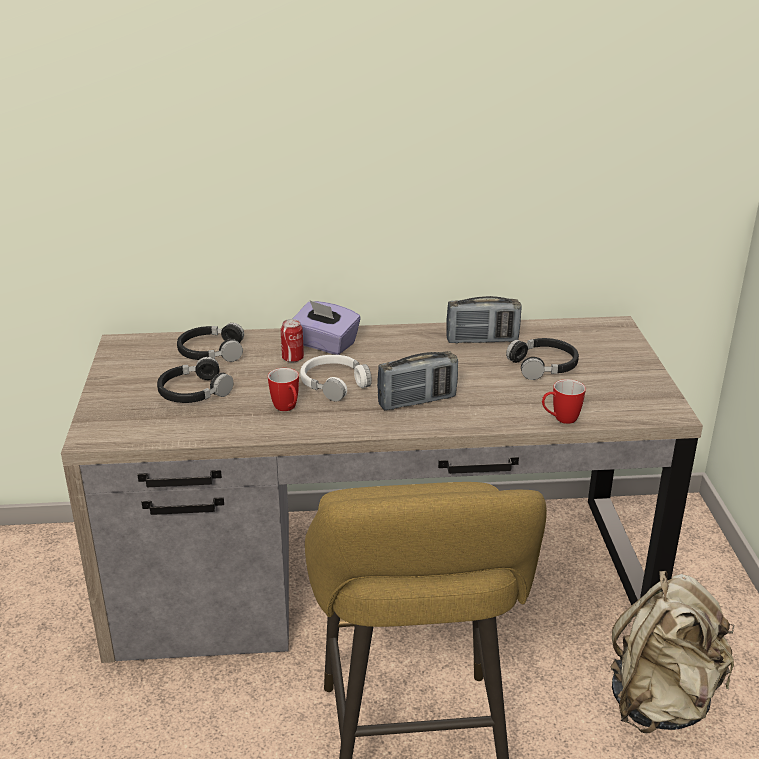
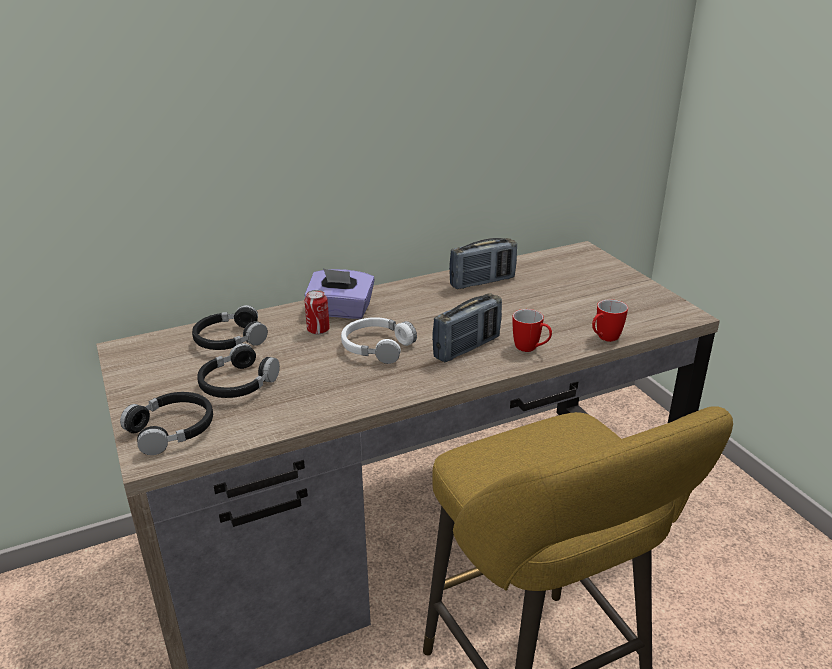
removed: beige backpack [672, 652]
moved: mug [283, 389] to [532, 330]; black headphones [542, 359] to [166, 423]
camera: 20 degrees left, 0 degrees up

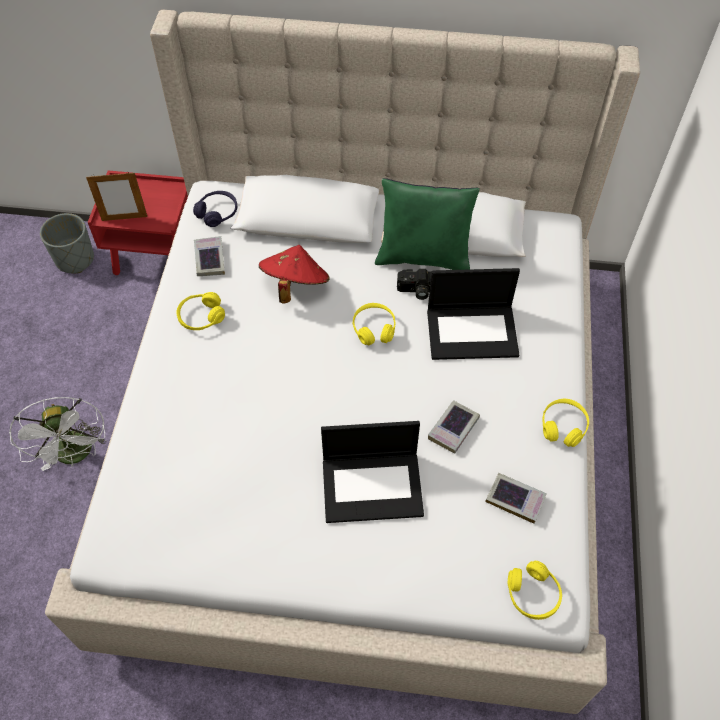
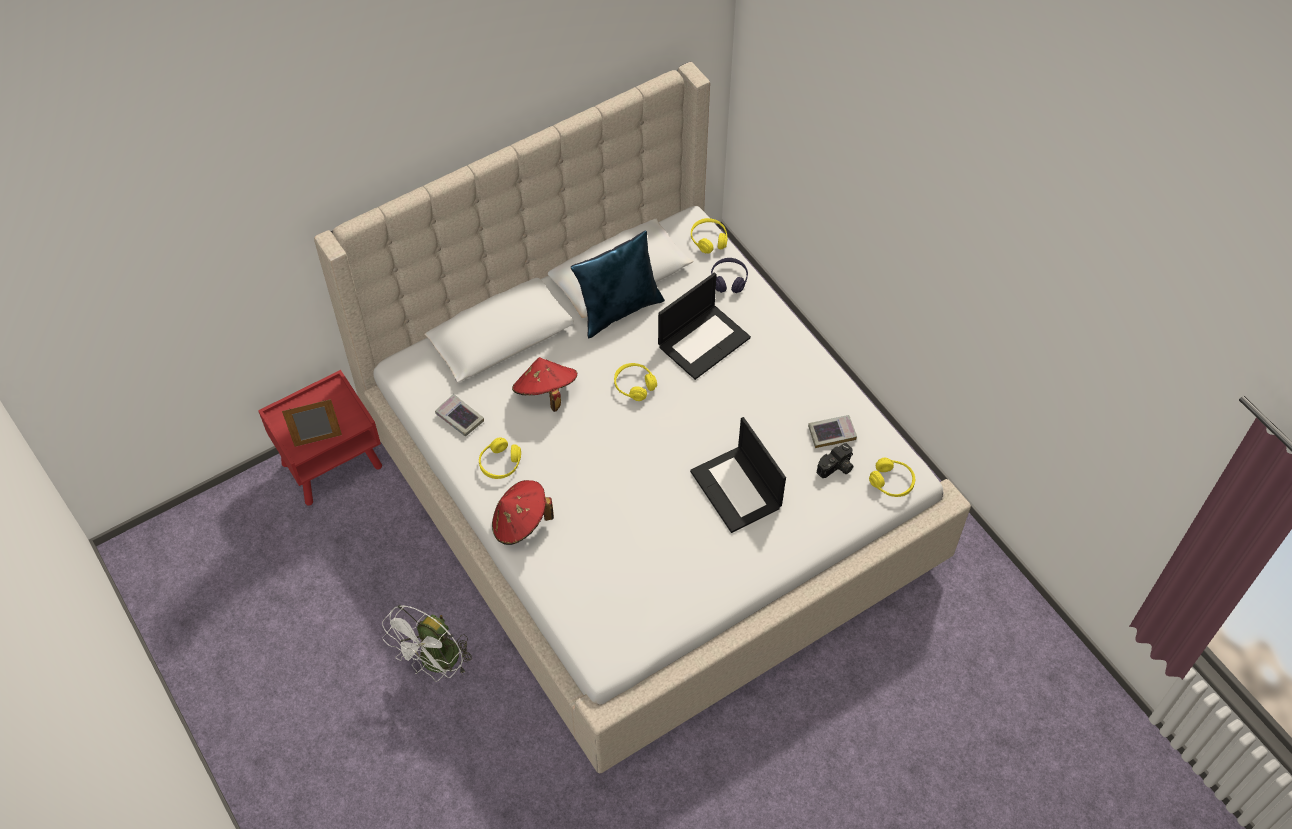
removed: grey planter [67, 243]; book [454, 426]
added: red hat [523, 512]
moved: purple headphones [215, 209] to [729, 275]; photo camera [414, 284] to [835, 460]; yellow headphones [565, 423] to [709, 236]
recoloured: green pillow [427, 224] to blue pillow [618, 284]
turned: white fan [57, 434] = [427, 643] 90 degrees clockwise; picture frame [117, 196] = [312, 423] 150 degrees counterclockwise; laptop [372, 472] = [738, 475] 105 degrees clockwise
camera: 40 degrees left, 0 degrees up

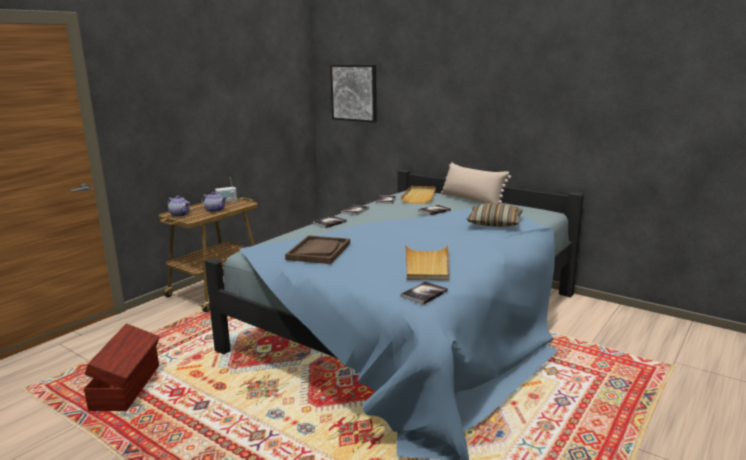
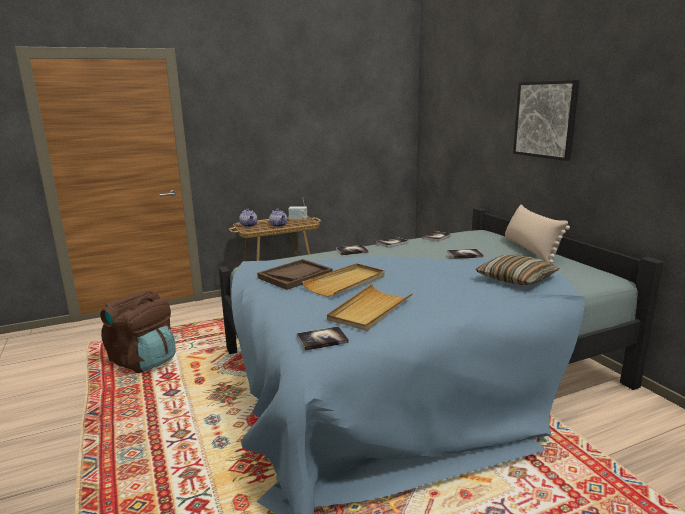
moved: picture [353, 94] to [546, 120]; beige tray [418, 195] to [343, 280]
replaced: brown storage box [122, 367] to brown backpack [138, 332]
camera: 30 degrees right, 0 degrees up

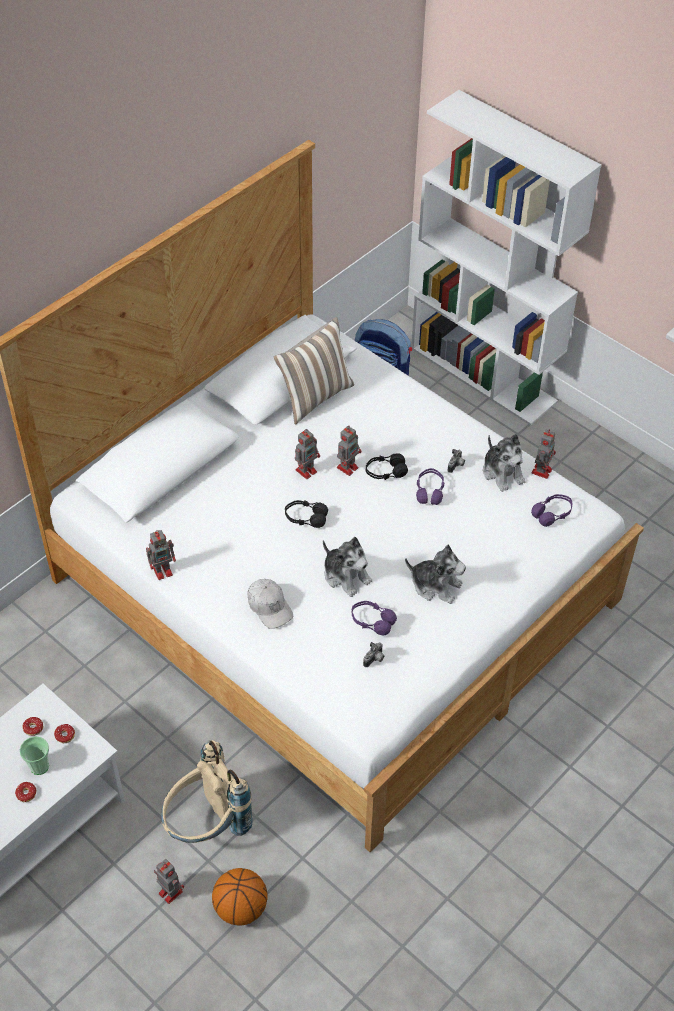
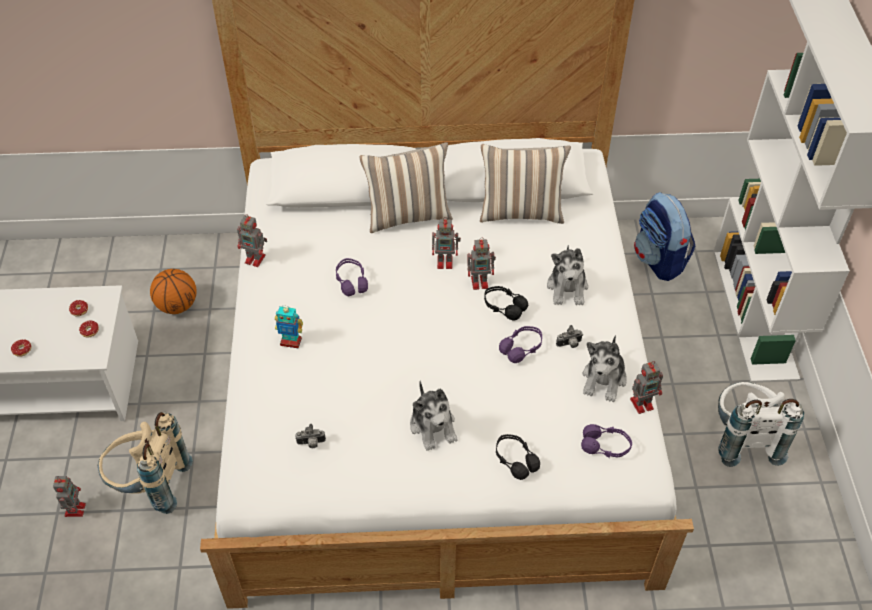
removed: cup [34, 755]
added: pillow [406, 187]; white backpack [761, 424]
moved: basketball [240, 897] to [173, 291]; black headphones [306, 514] to [518, 457]; plush toy [347, 567] to [567, 275]; purple headphones [374, 618] to [352, 277]
replaced: white cap [270, 604] to toy robot [289, 326]
camera: 45 degrees right, 0 degrees up

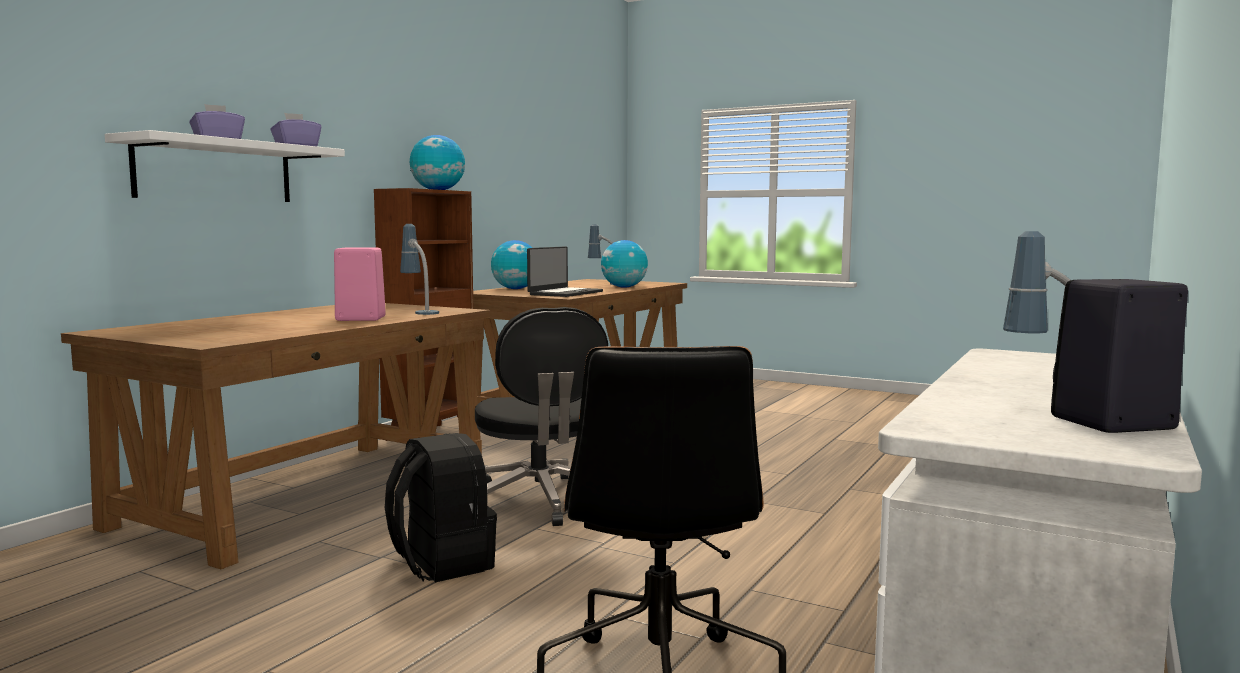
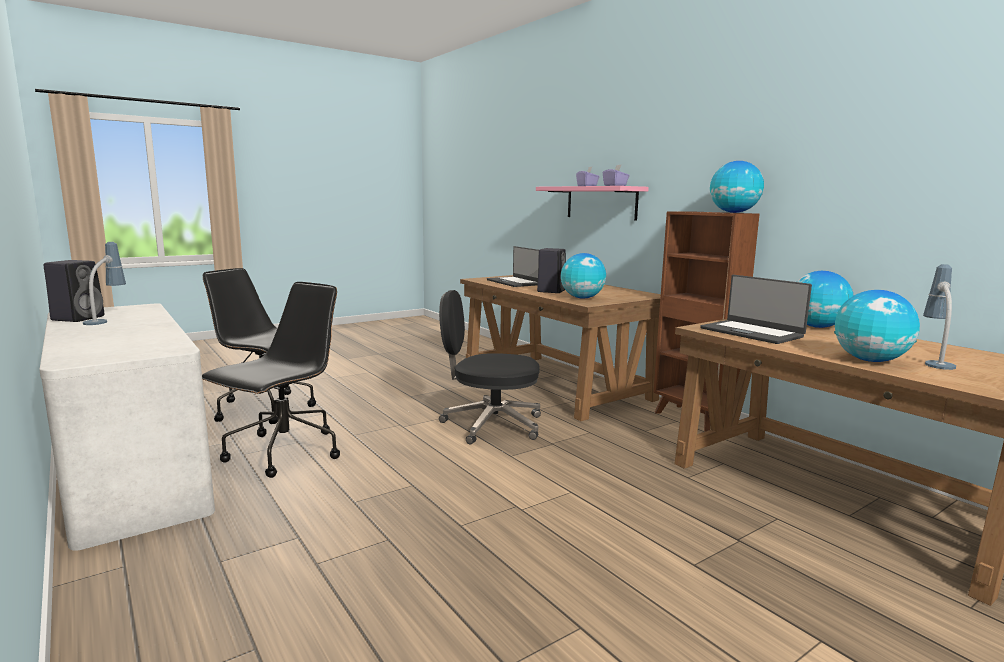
removed: black backpack [441, 507]
added: black office chair [271, 380]; laptop [513, 266]
replaced: table lamp [419, 269] to globe [583, 276]
recoloured: white shelf [225, 166] to pink shelf [592, 203]; pink speaker [360, 284] to black speaker [551, 270]
camera: 115 degrees right, 5 degrees up

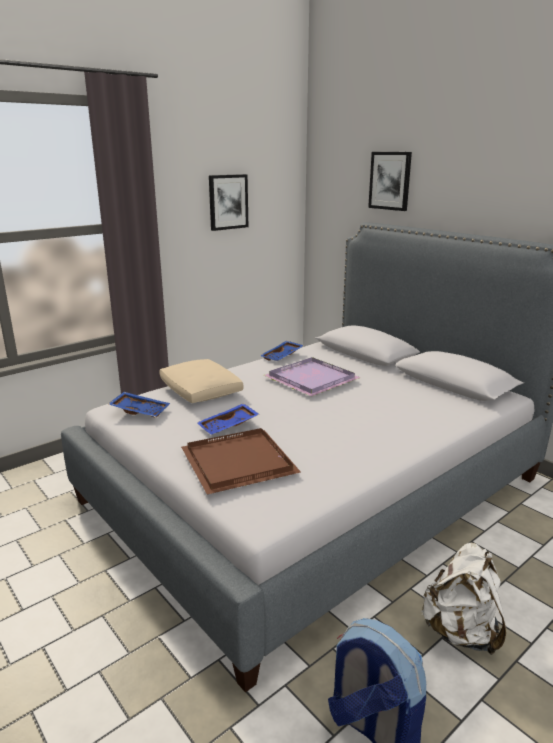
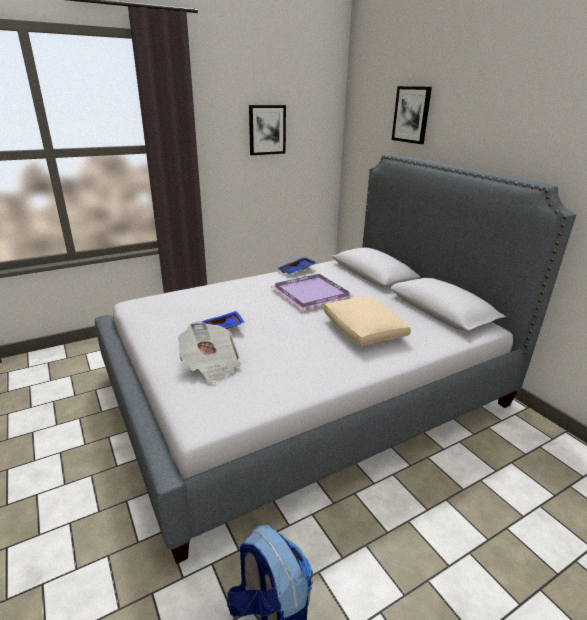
removed: blue tray [139, 404]; white backpack [463, 599]
moved: beige pillow [201, 381] to [367, 321]
replaced: brown tray [241, 461] to newspaper [209, 352]
camera: 10 degrees right, 5 degrees up

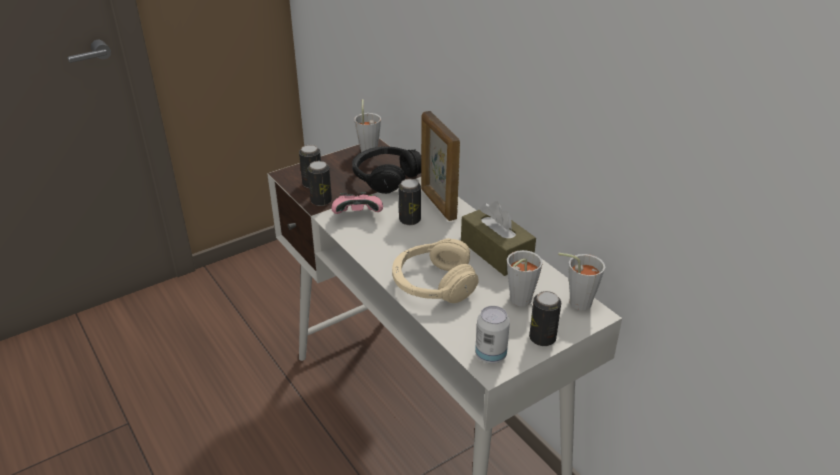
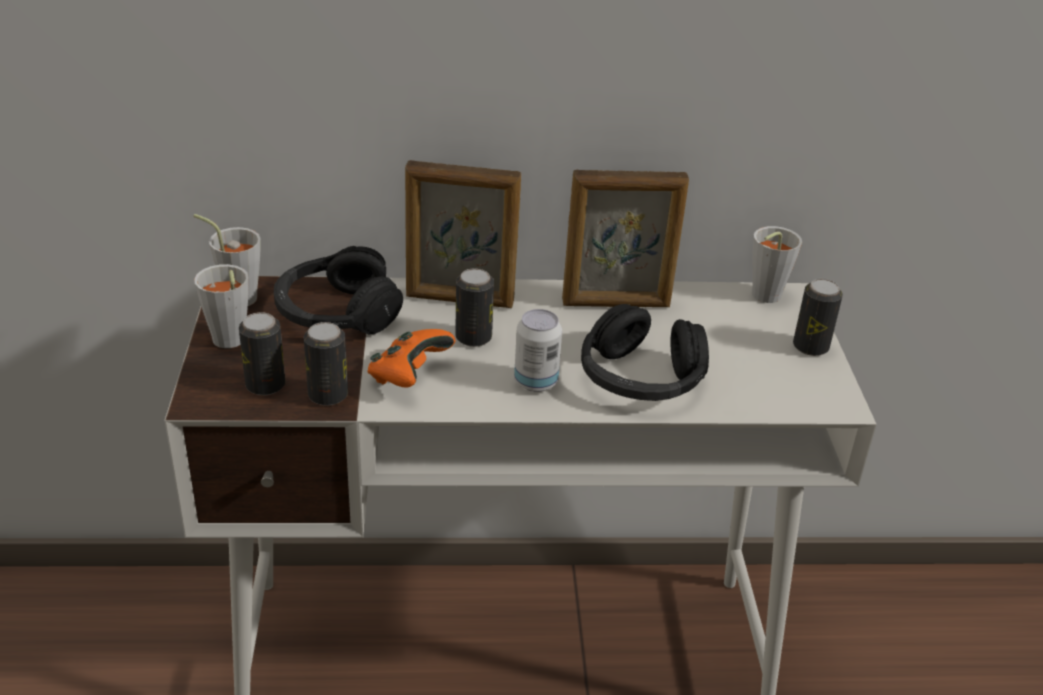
moved: can [492, 335] to [538, 350]; grey cup [525, 278] to [221, 306]
replaced: brown tissue box [498, 238] to picture frame [625, 238]
recoloured: pink game controller [357, 203] to orange game controller [411, 358]; beige headphones [435, 270] to black headphones [645, 352]
camera: 60 degrees left, 0 degrees up

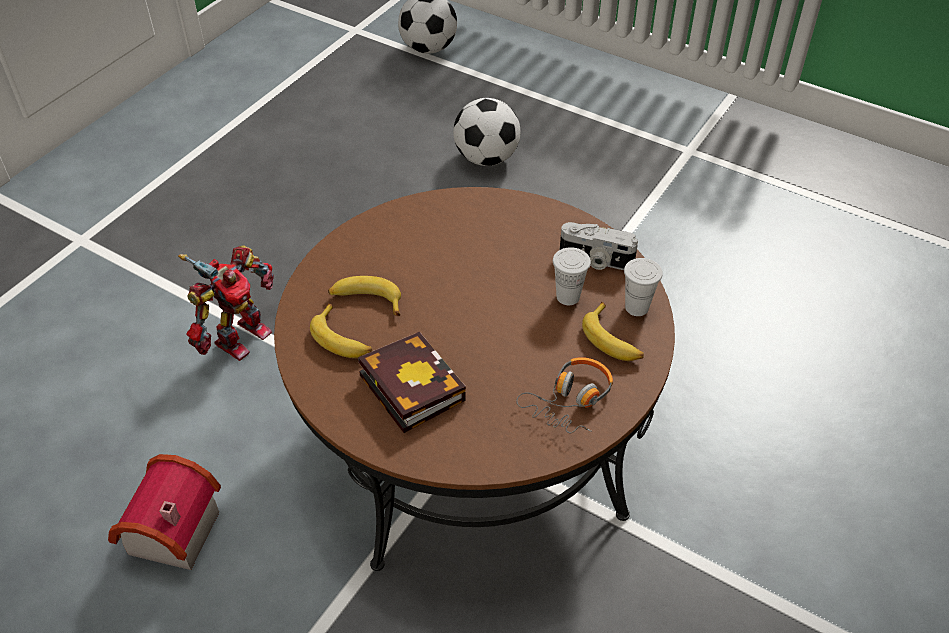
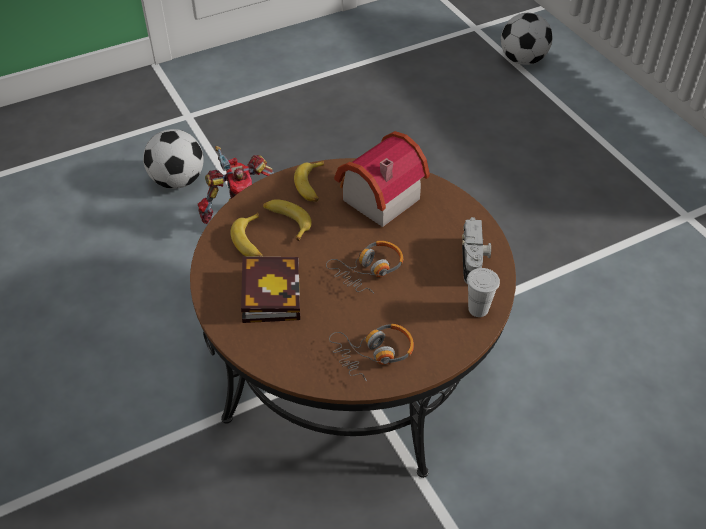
removed: white cup [572, 276]
added: headphones [364, 267]
moved: toy house [164, 512] to [382, 179]; football [486, 132] to [173, 159]; banana [613, 331] to [309, 181]
turned: photo camera [599, 246] = [476, 250] 135 degrees counterclockwise
camera: 30 degrees right, 0 degrees up

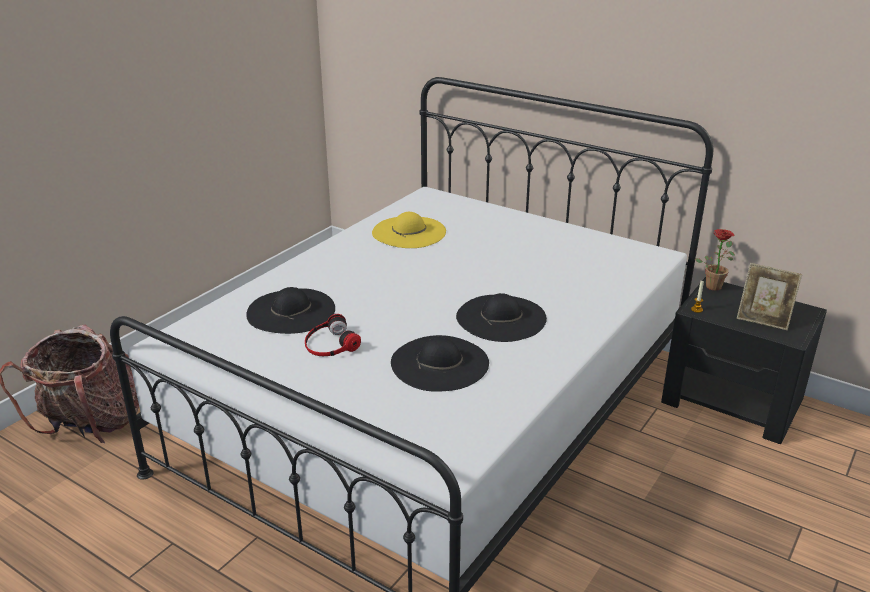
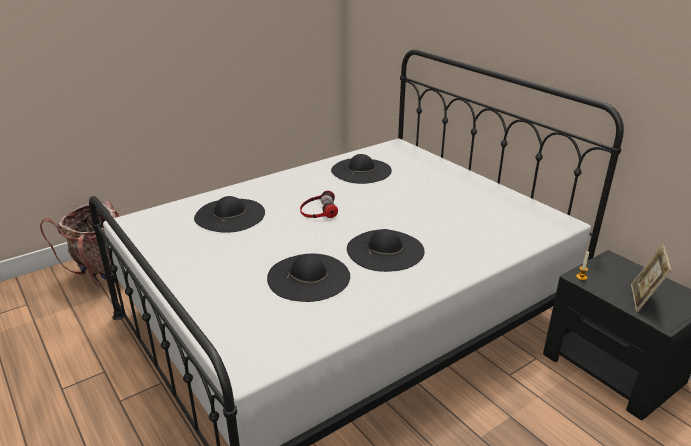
removed: potted plant [715, 260]
moved: headphones [333, 335] to [319, 204]
recoloured: yellow hat [409, 230] to black hat [361, 169]
turned: picture frame [769, 296] = [651, 278] 60 degrees clockwise
camera: 20 degrees right, 0 degrees up

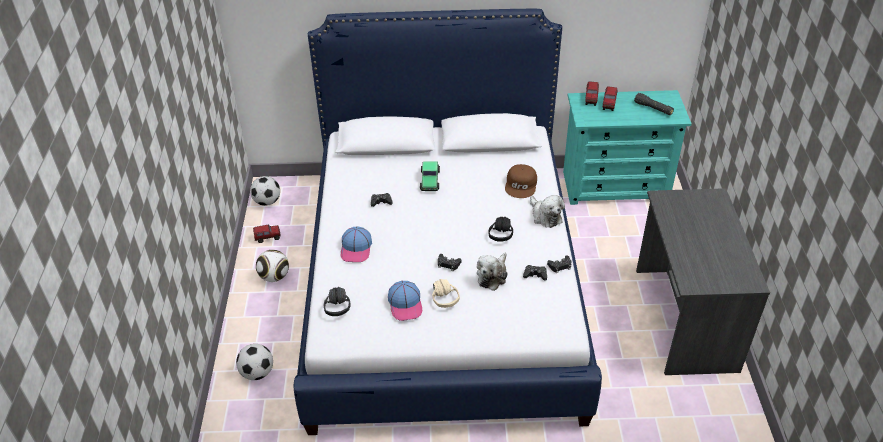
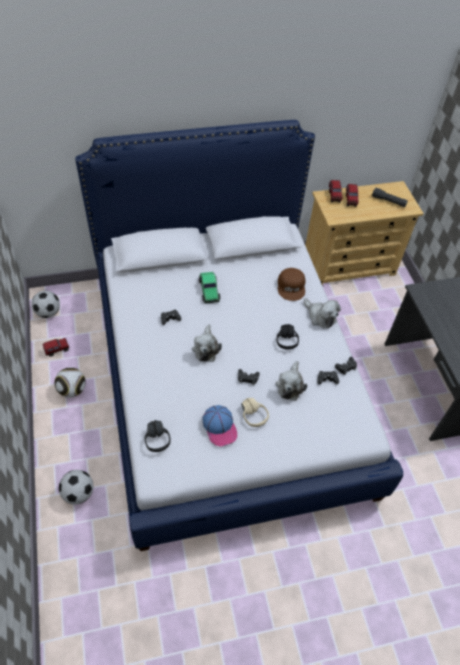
removed: cap [356, 244]
added: plush toy [207, 343]
recoloured: turquoise dresser [627, 147] to beige dresser [364, 233]
camera: 15 degrees left, 10 degrees up

